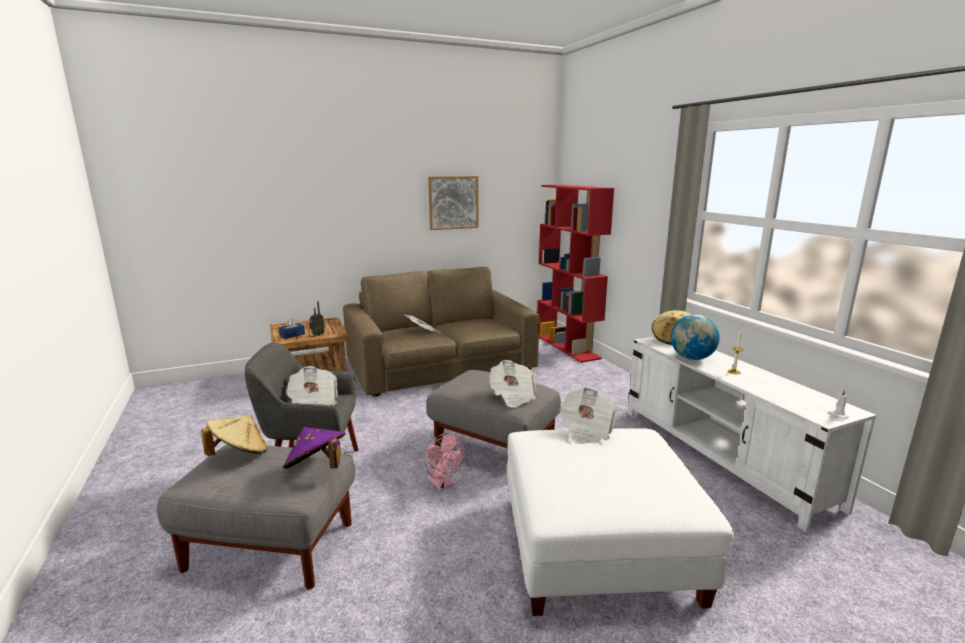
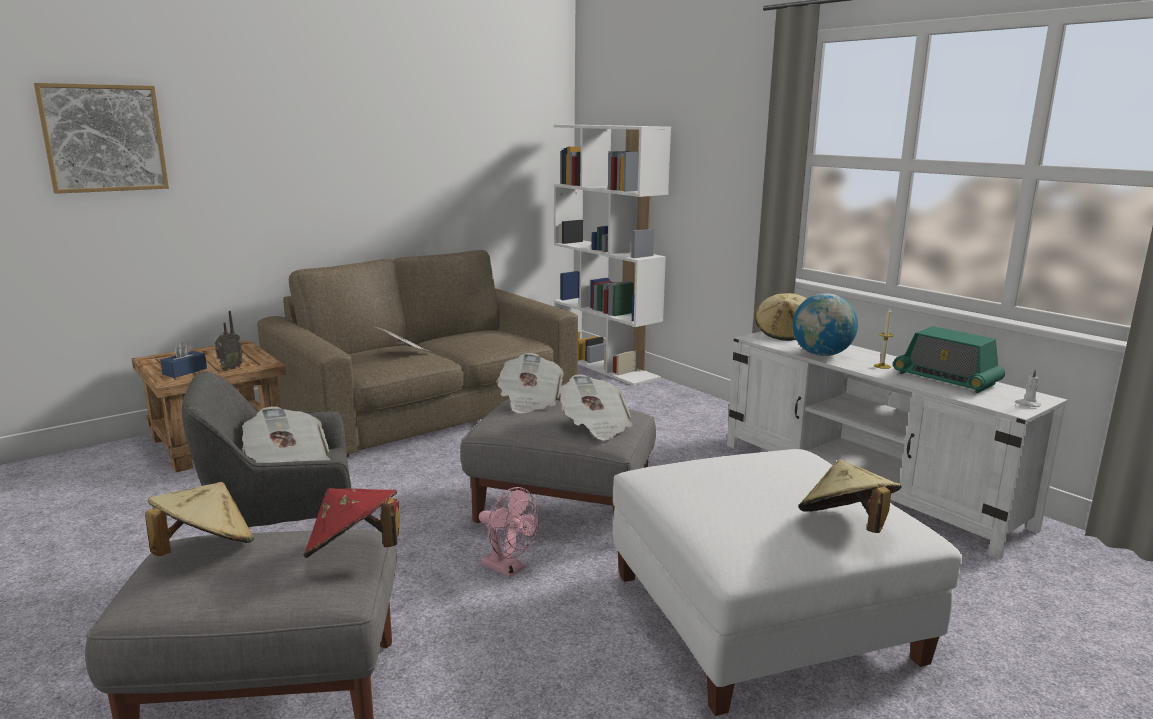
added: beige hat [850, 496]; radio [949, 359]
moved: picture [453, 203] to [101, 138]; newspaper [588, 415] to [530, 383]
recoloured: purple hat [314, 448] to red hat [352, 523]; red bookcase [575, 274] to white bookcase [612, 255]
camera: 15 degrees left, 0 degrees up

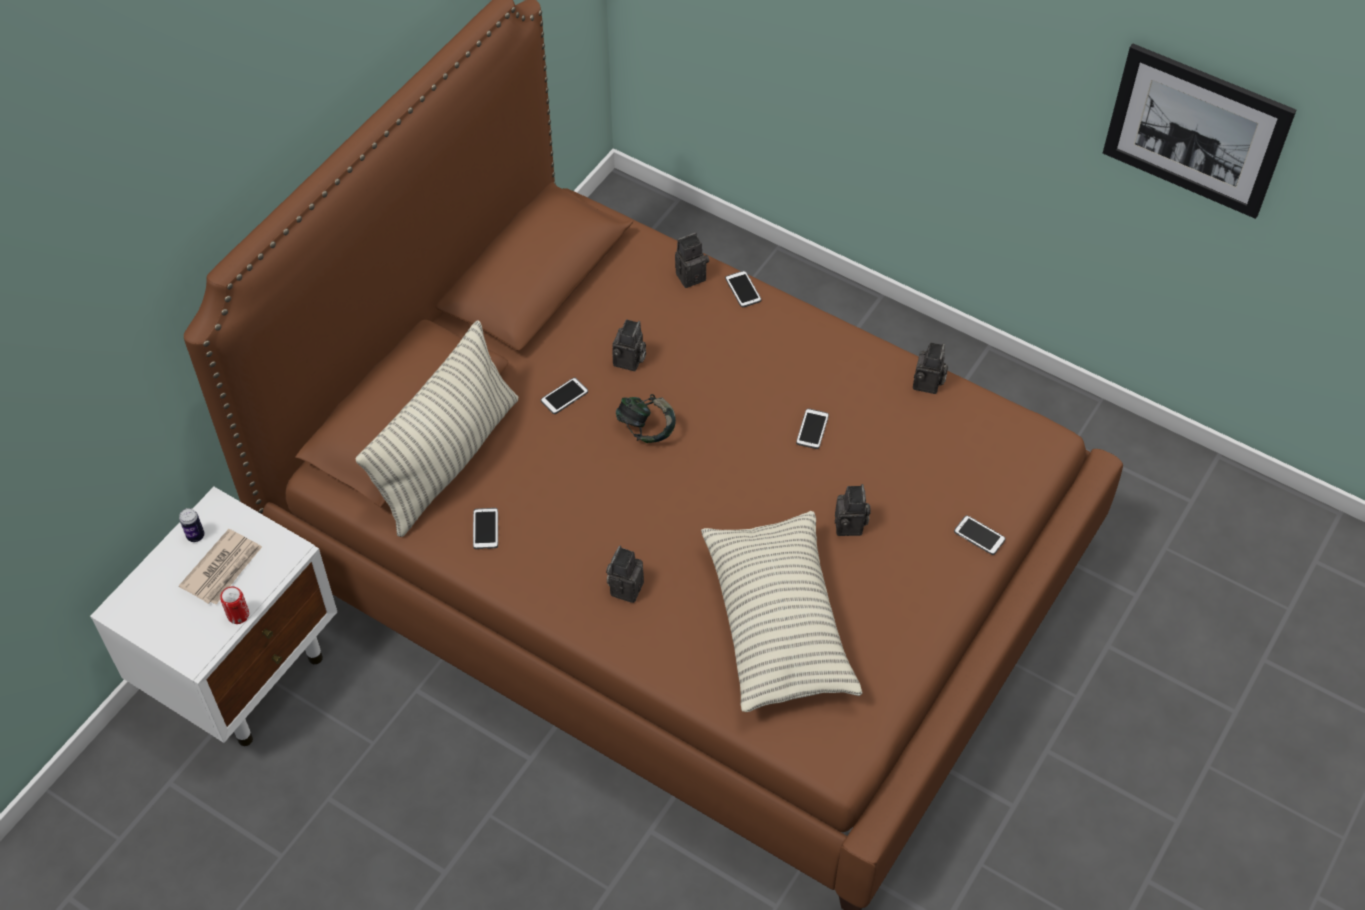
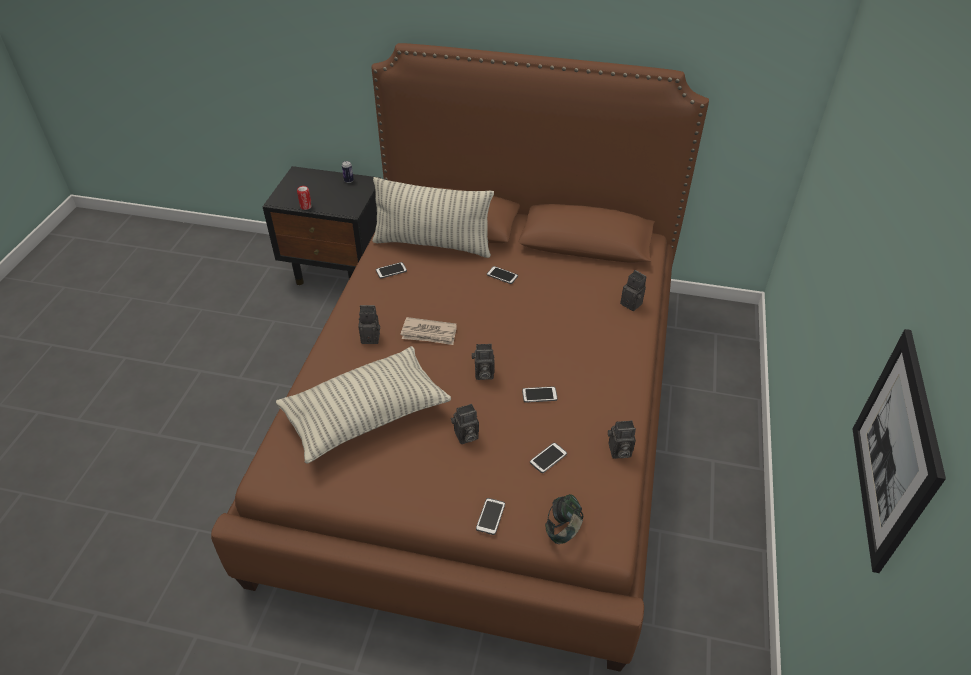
moved: newspaper [220, 566] to [428, 331]; photo camera [629, 345] to [483, 362]; headphones [646, 418] to [564, 519]; phone [743, 289] to [548, 457]
recoloured: white nightstand [213, 616] to black nightstand [322, 225]
camera: 70 degrees right, 10 degrees down

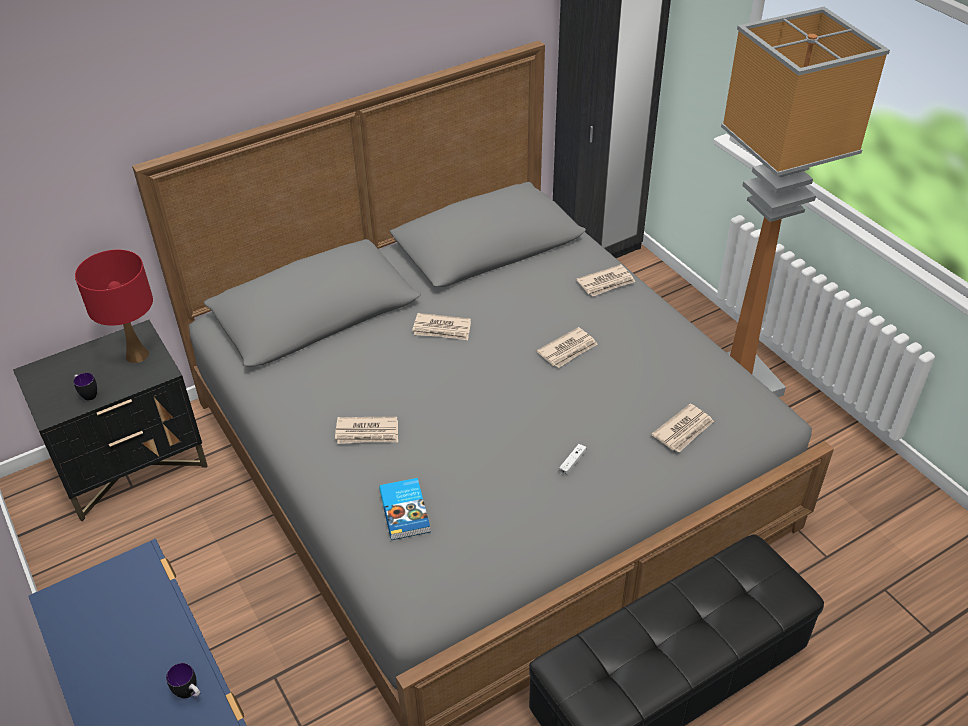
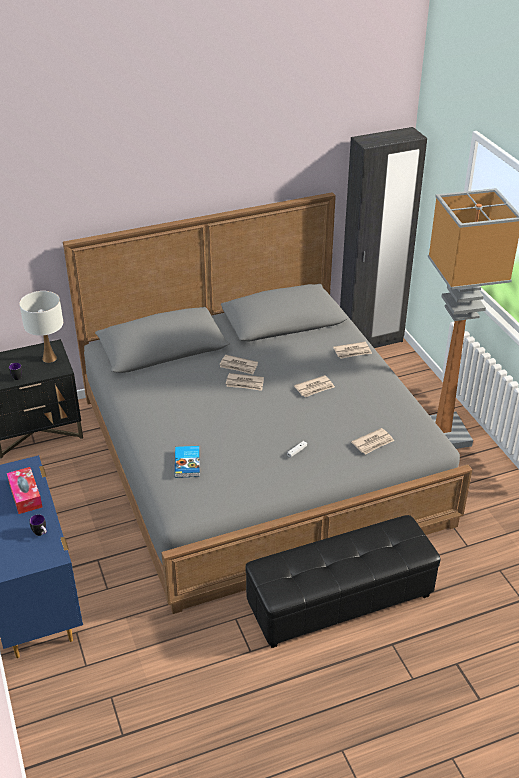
added: tissue box [25, 490]
moved: newspaper [366, 430] to [245, 382]
recoloured: red table lamp [114, 306] to white table lamp [41, 327]
camera: 10 degrees right, 5 degrees down

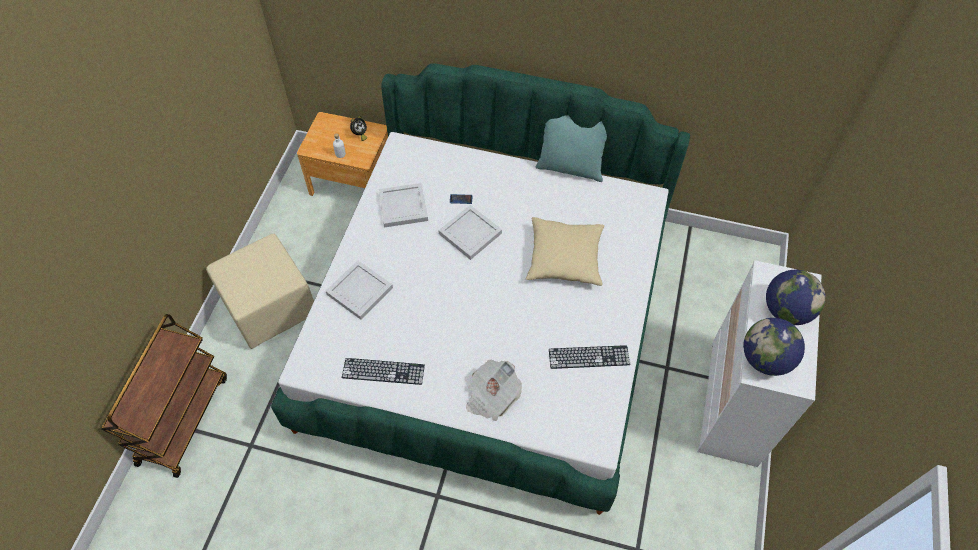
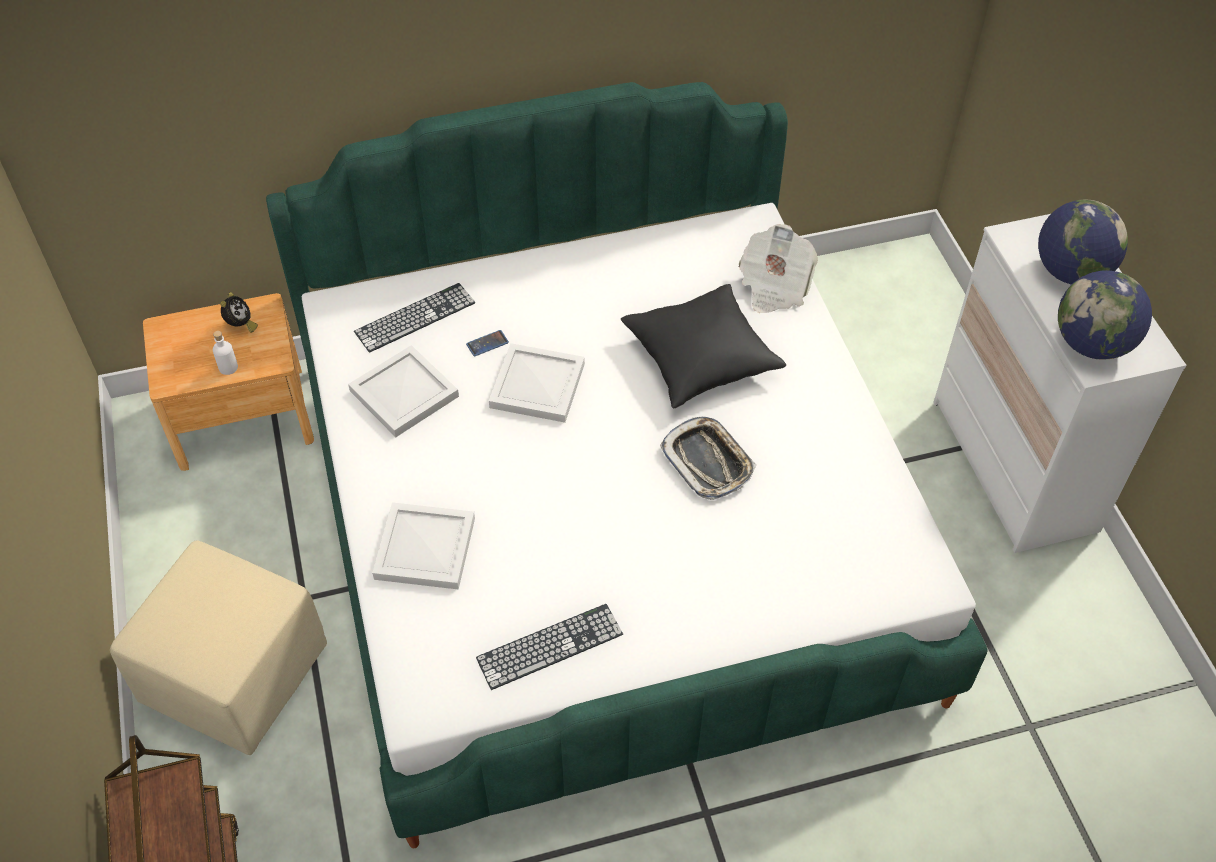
removed: turquoise pillow [571, 148]
added: tray [708, 458]
moved: newspaper [494, 390] to [778, 268]; keyboard [589, 357] to [414, 318]
recoloured: beige pillow [565, 251] to black pillow [703, 346]
camera: 30 degrees left, 5 degrees down

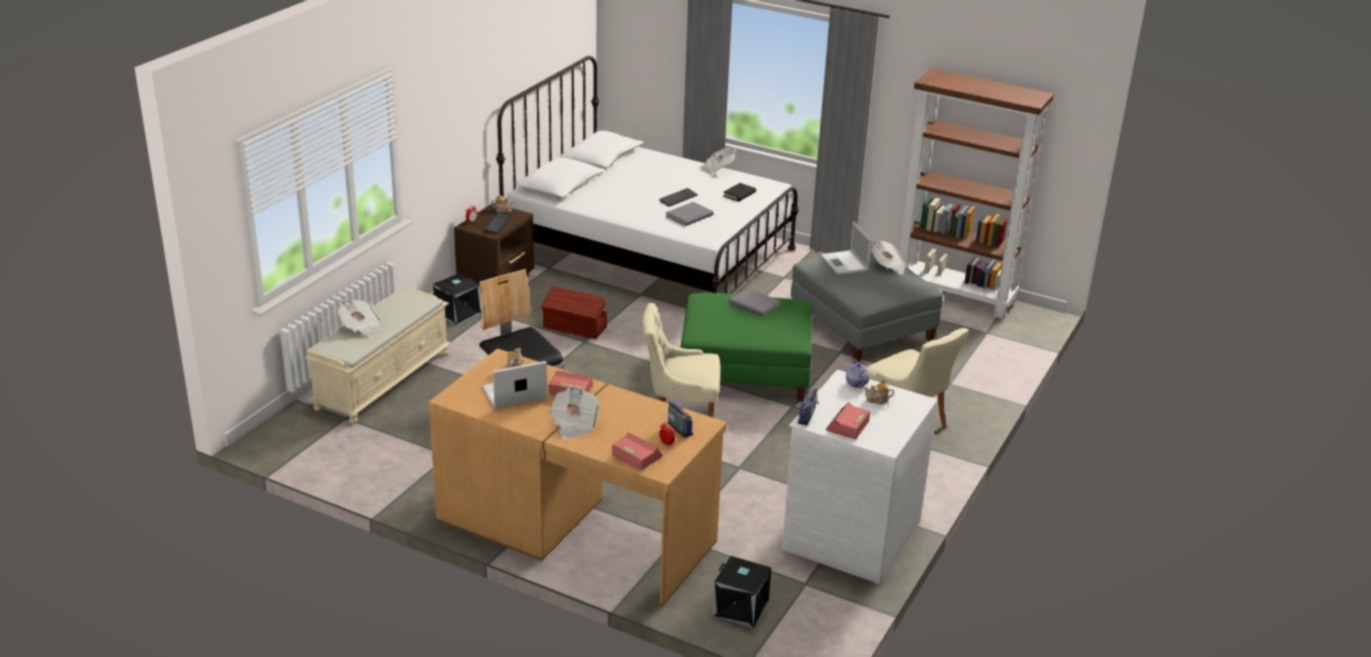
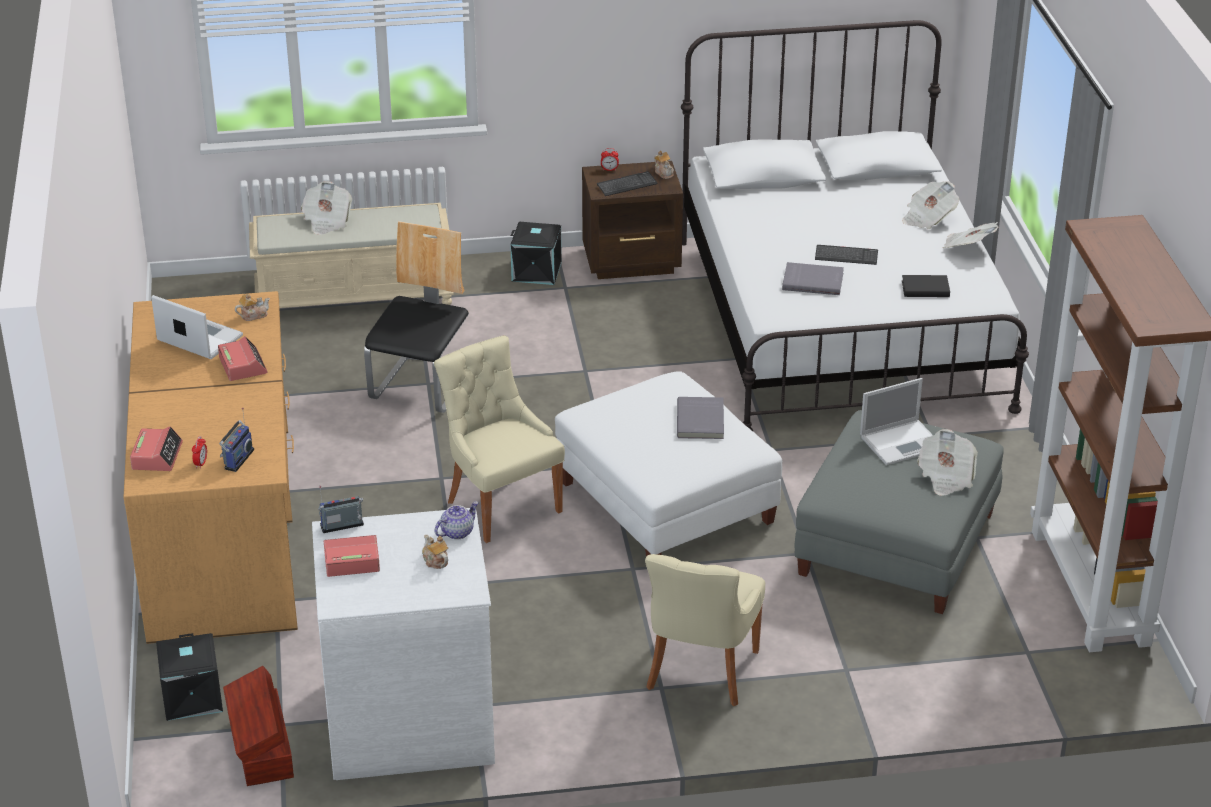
moved: brown storage box [574, 312] to [258, 726]; newspaper [575, 412] to [930, 205]
recoloured: green ottoman [746, 347] to white ottoman [668, 463]
turned: laptop [846, 248] = [896, 421] 150 degrees counterclockwise
camera: 55 degrees right, 5 degrees up

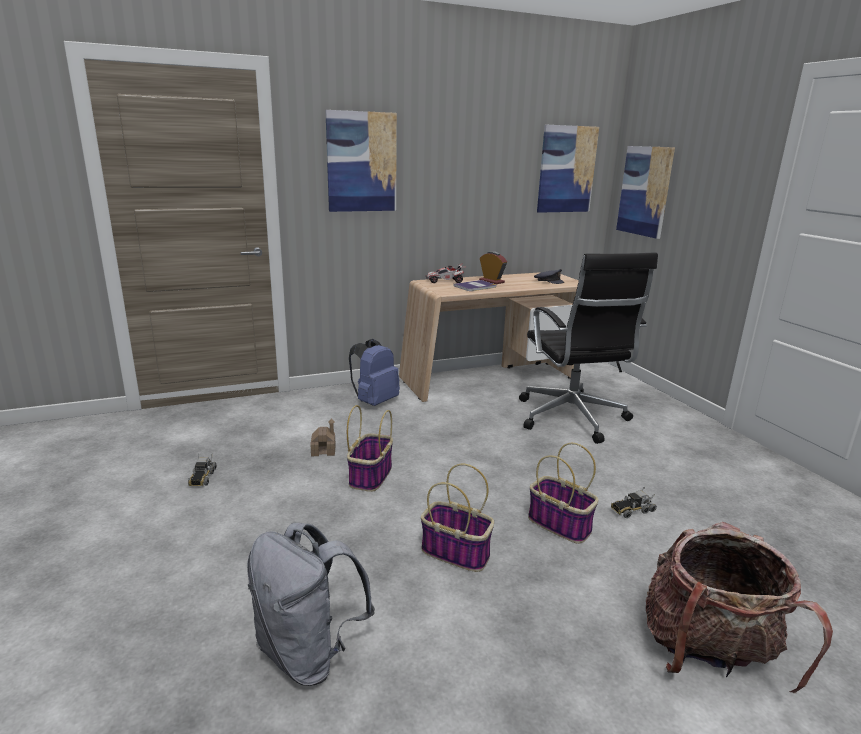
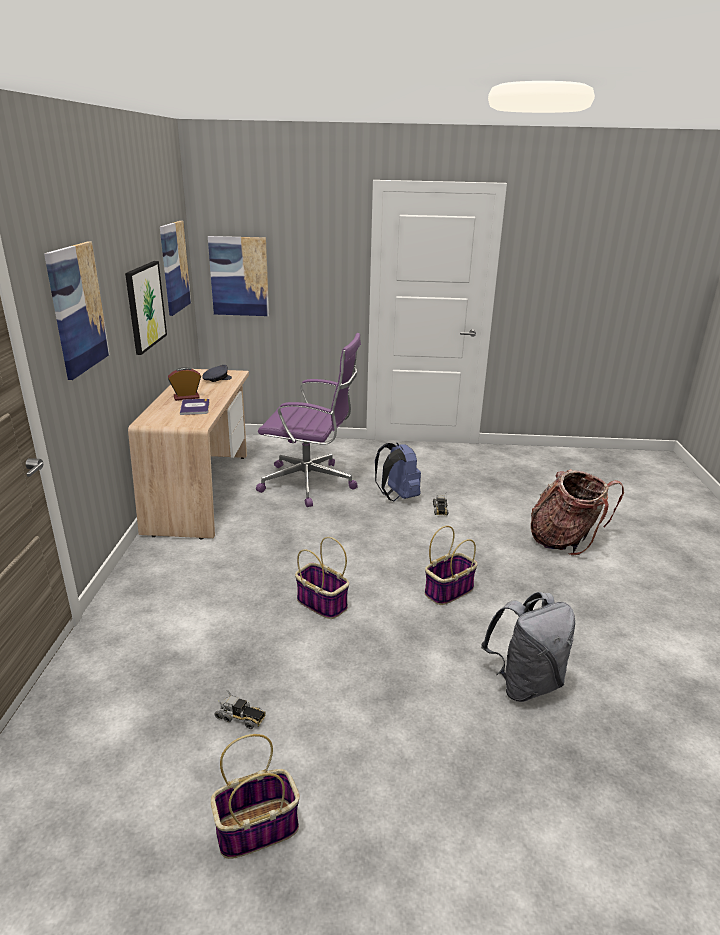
removed: toy house [323, 437]; toy car [445, 273]
added: picture [146, 308]
moved: blue backpack [374, 372] to [398, 472]; basket [563, 493] to [255, 796]
recoloured: black office chair [588, 348] to purple office chair [308, 420]
camera: 65 degrees left, 5 degrees up

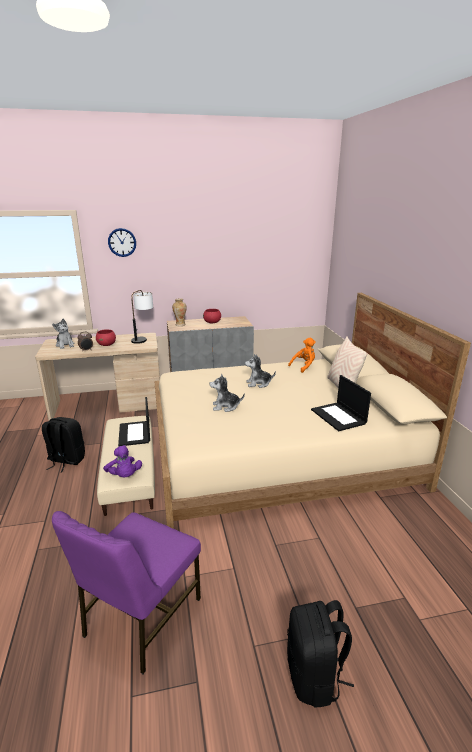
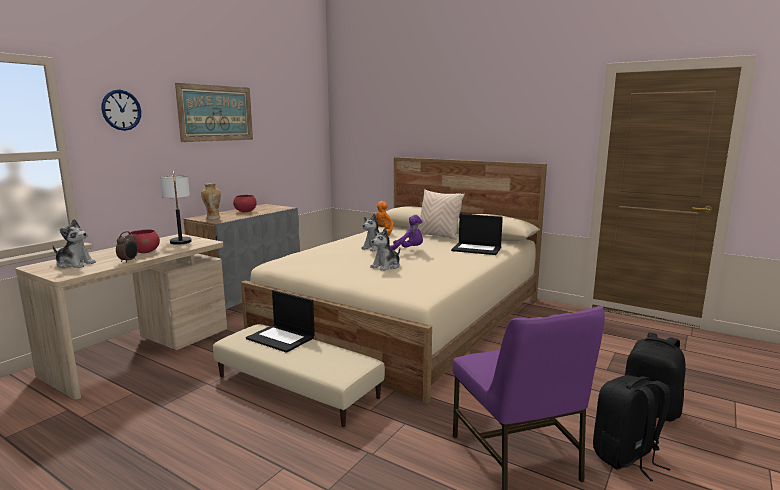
added: picture [214, 112]
moved: black backpack [63, 444] to [631, 428]; purple plush toy [122, 461] to [406, 233]
camera: 45 degrees left, 10 degrees down

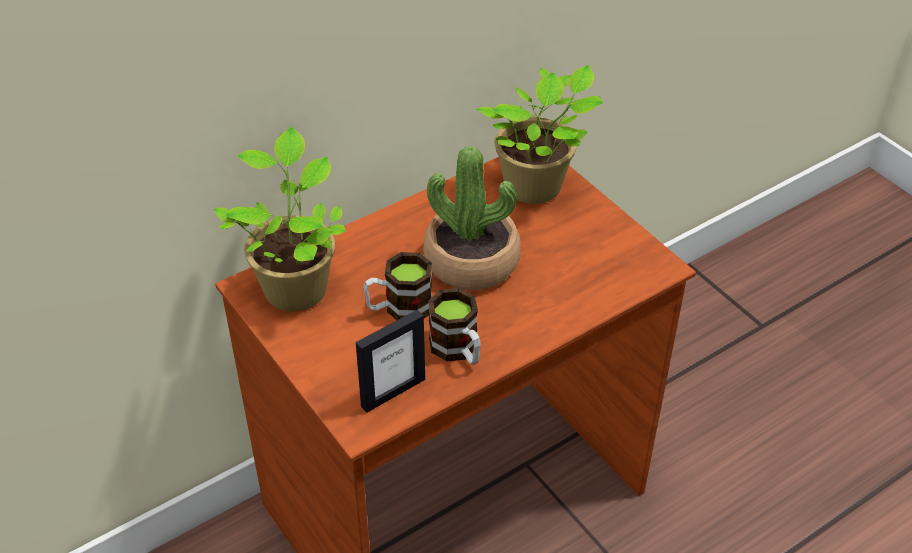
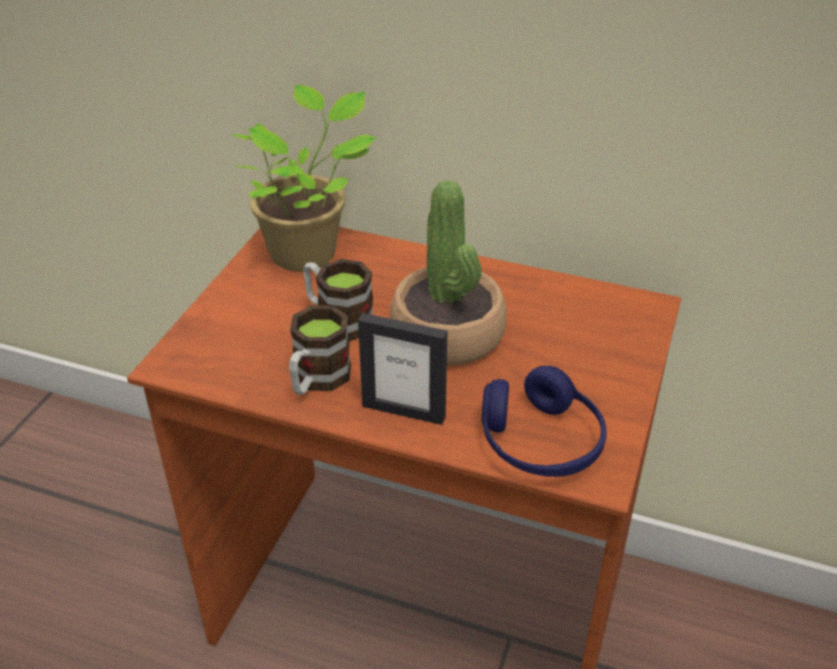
removed: potted plant [539, 134]
added: blue headphones [543, 421]
moved: picture frame [390, 361] to [402, 369]
camera: 55 degrees right, 5 degrees down

